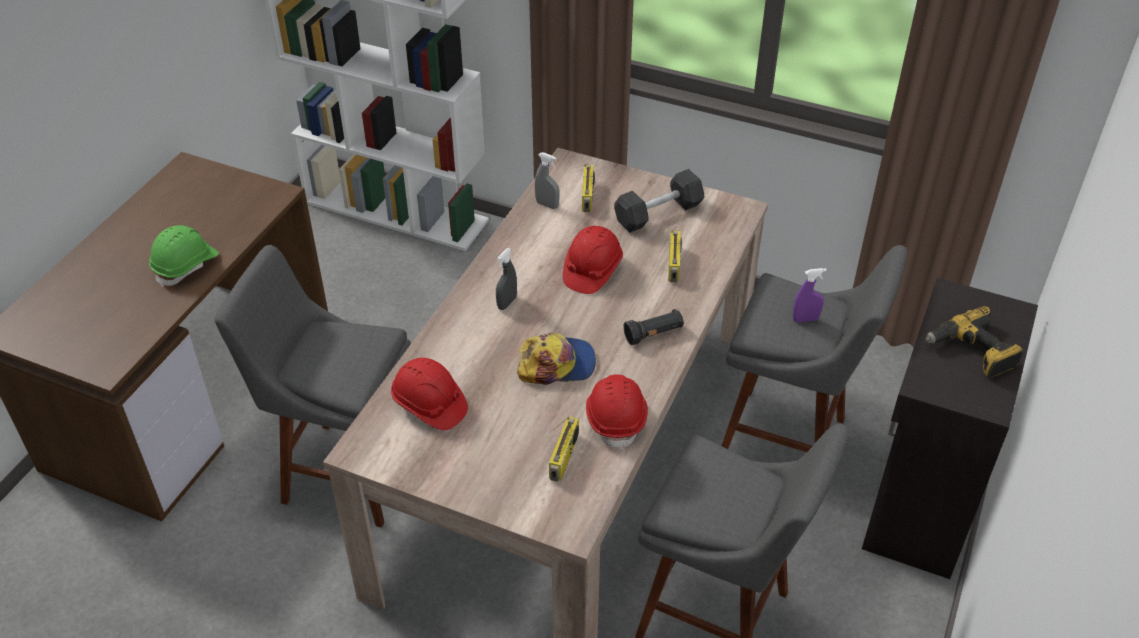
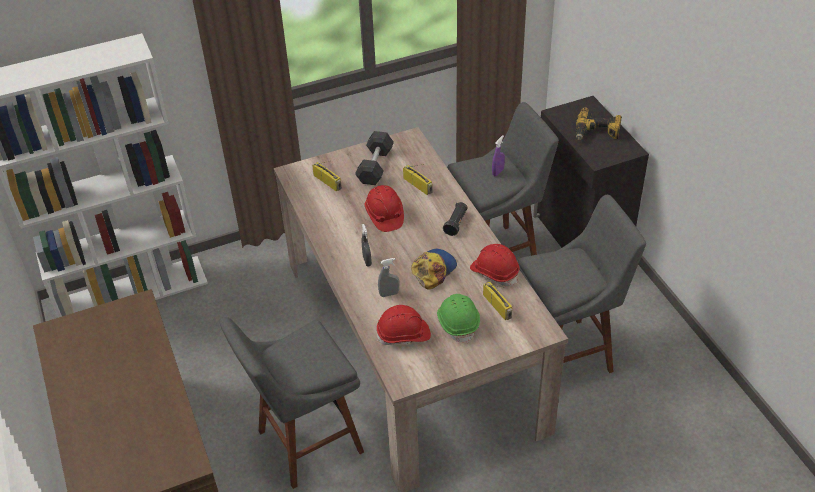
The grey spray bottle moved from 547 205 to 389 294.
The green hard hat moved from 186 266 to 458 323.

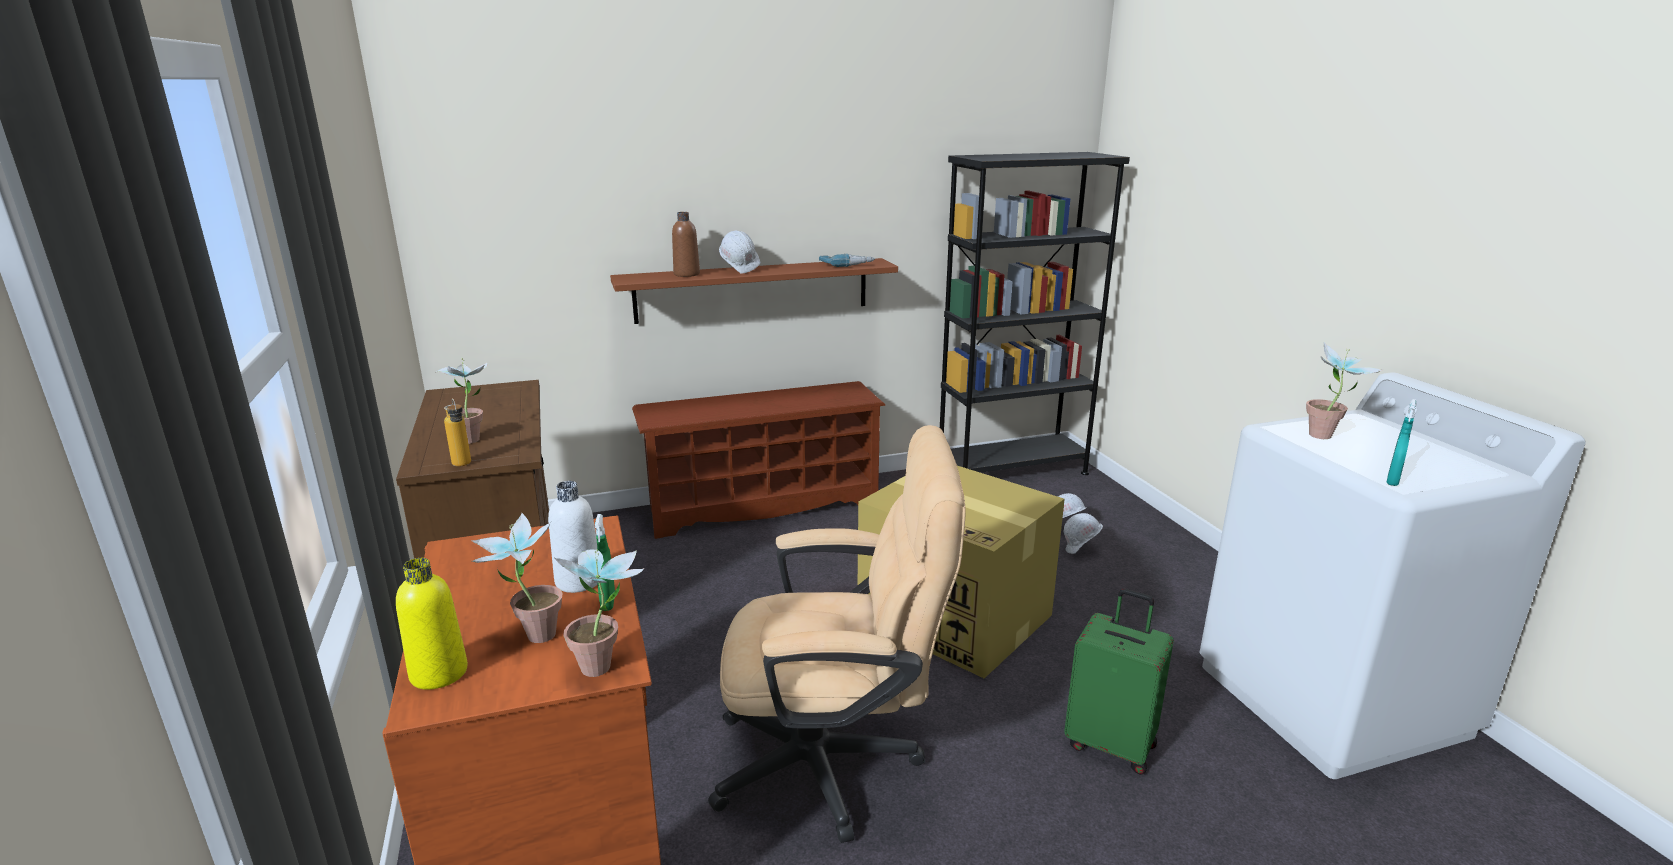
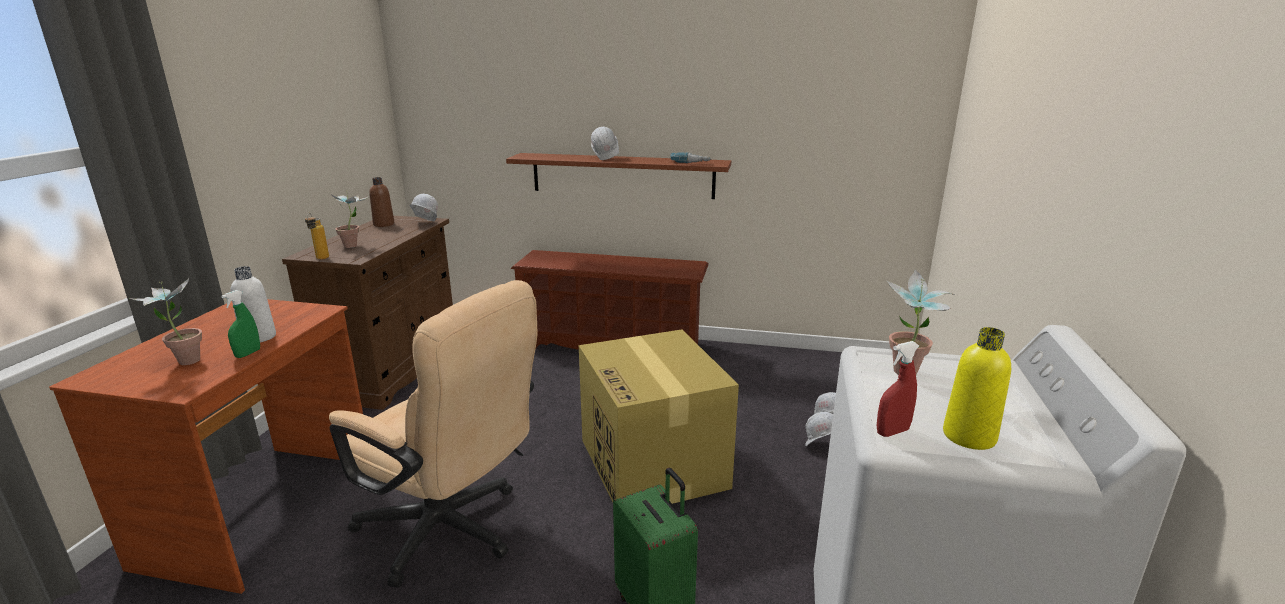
The brown bottle moved from 686 274 to 384 224.
The white hard hat at 425 224 appeared.
The turquoise spray bottle at 1392 481 became the red spray bottle at 892 432.
The yellow bottle moved from 439 673 to 969 436.
The potted plant at 607 666 disappeared.
The black bookcase at 1011 471 disappeared.

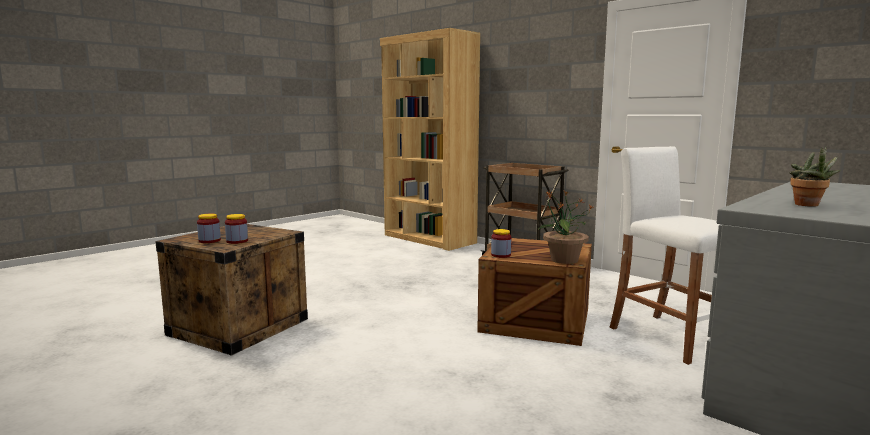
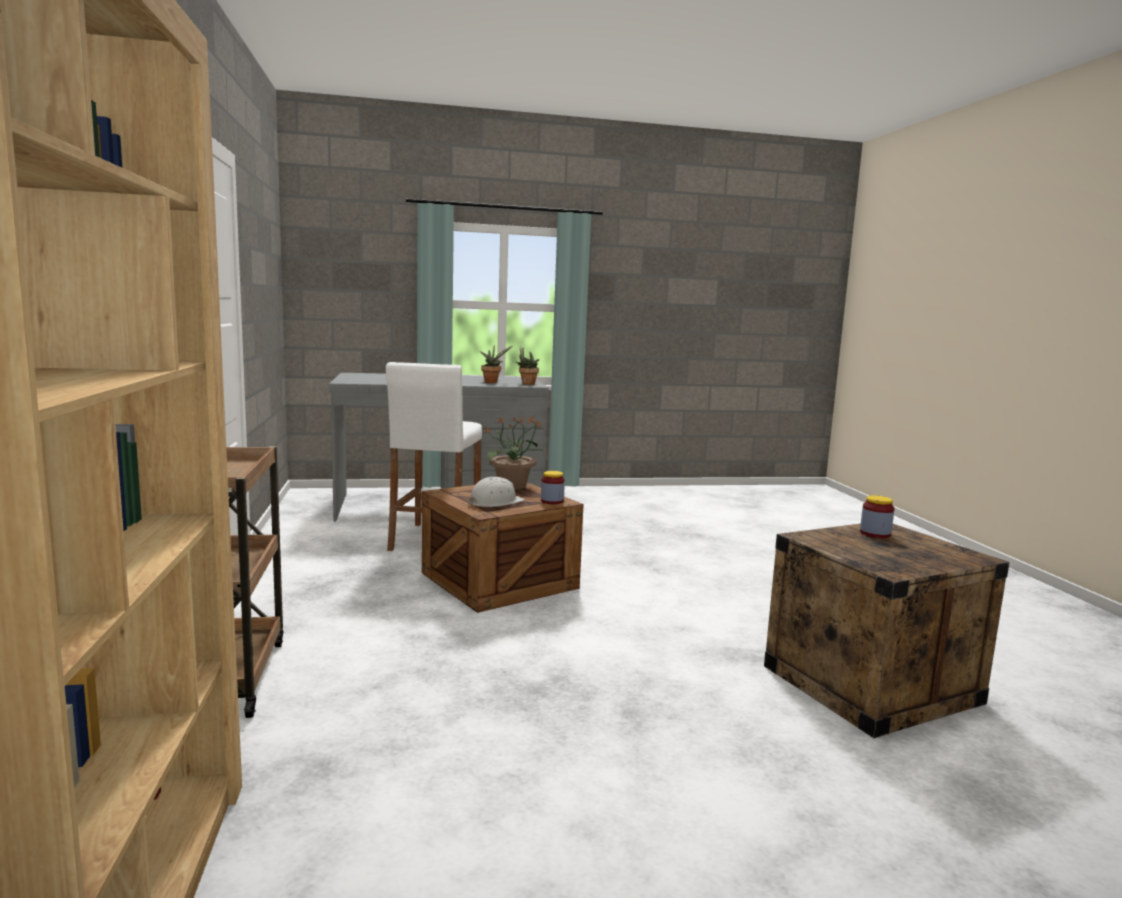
The white hard hat at 495 502 appeared.
The potted plant at 526 384 appeared.
The jar at 209 241 disappeared.

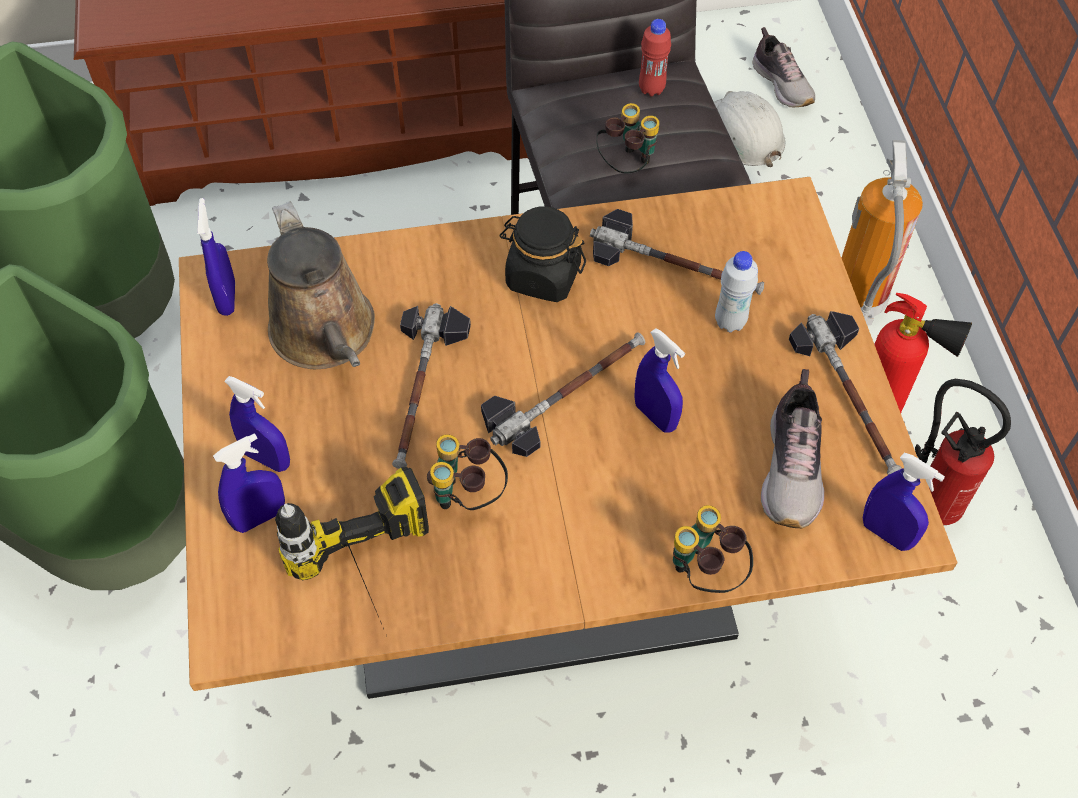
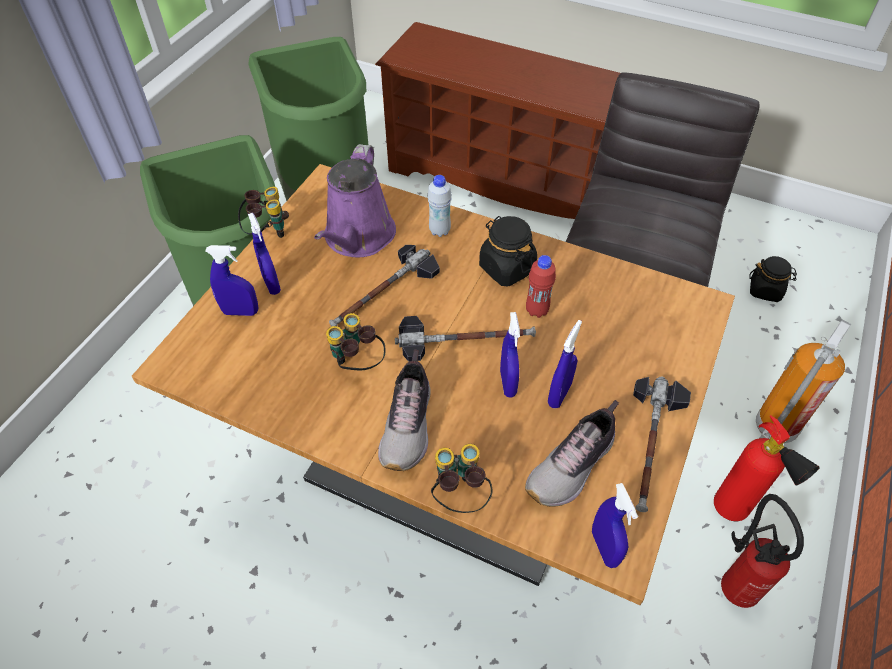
The binoculars moved from 626 165 to 267 232.
The brown watering can at 326 335 became the purple watering can at 358 238.
The shoe moved from 783 84 to 408 425.
The white bottle moved from 730 322 to 439 231.
The red bottle moved from 651 89 to 537 310.
The blue spray bottle moved from 227 298 to 559 394.
The white hard hat at 742 134 was replaced by the black jar at 765 290.
The power drill at 373 589 disappeared.
The hammer at 676 265 disappeared.

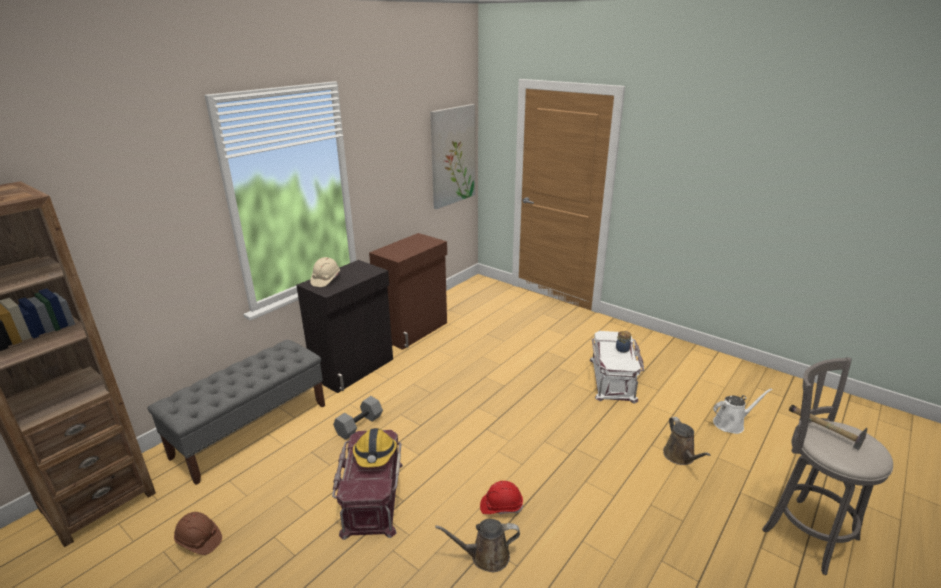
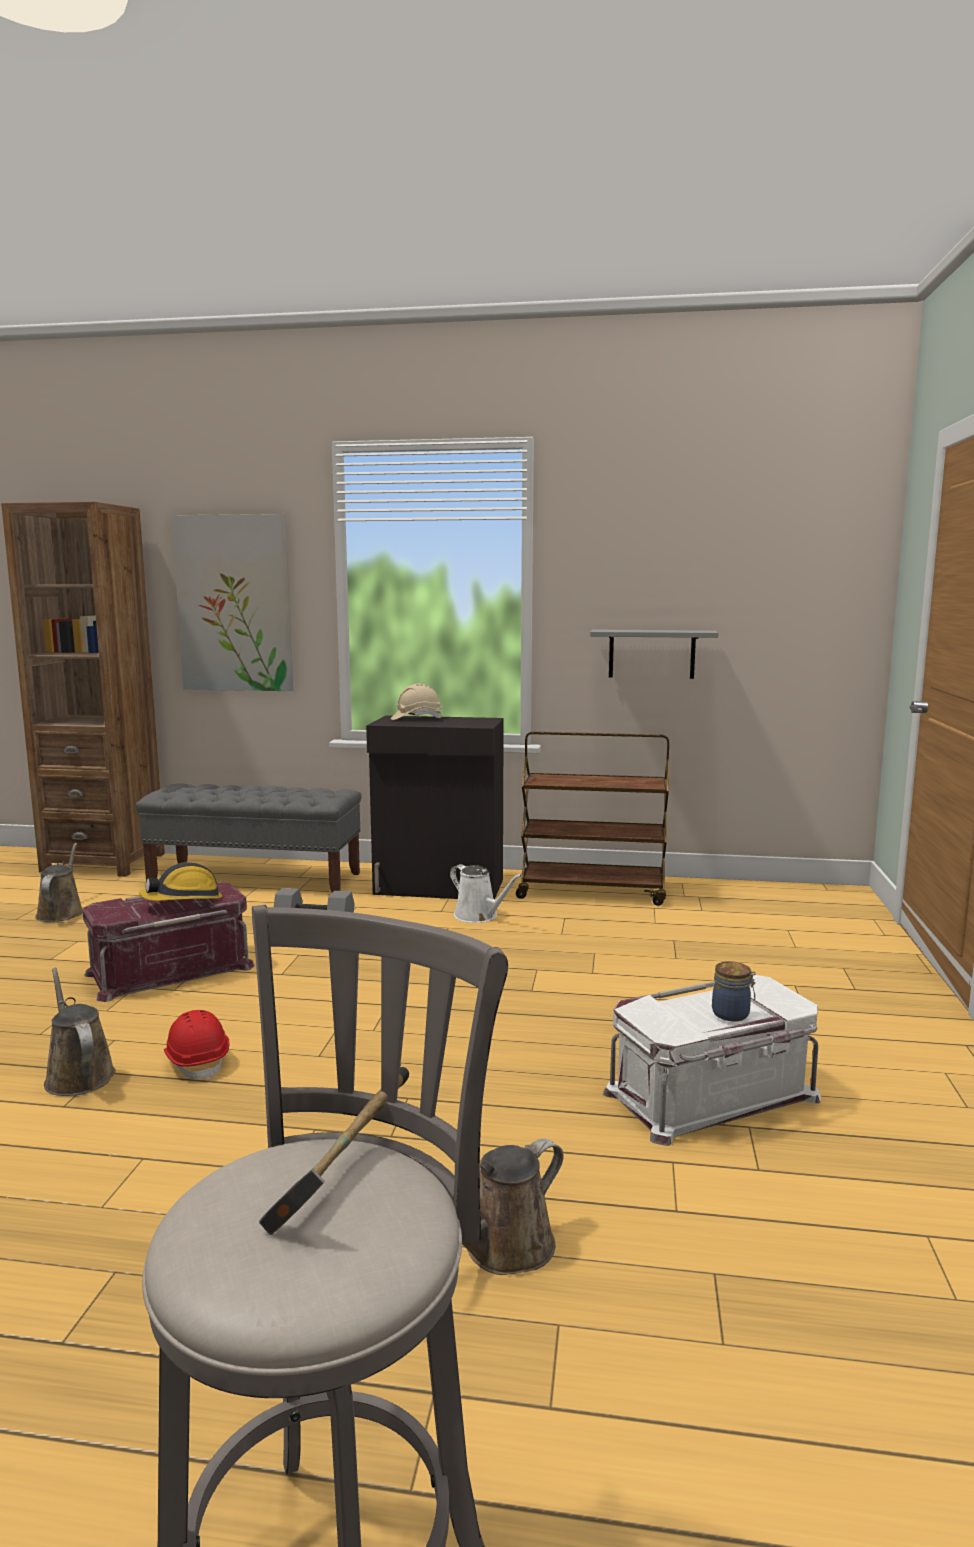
The brown hard hat at 199 540 was replaced by the brown watering can at 61 912.
The picture moved from 452 156 to 234 603.
The white watering can moved from 731 423 to 479 916.
The brown cabinet at 414 330 was replaced by the brown cart at 592 892.
The grey shelf at 651 654 appeared.

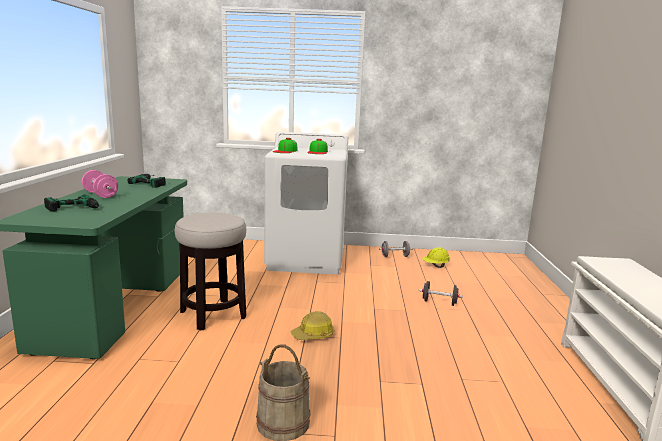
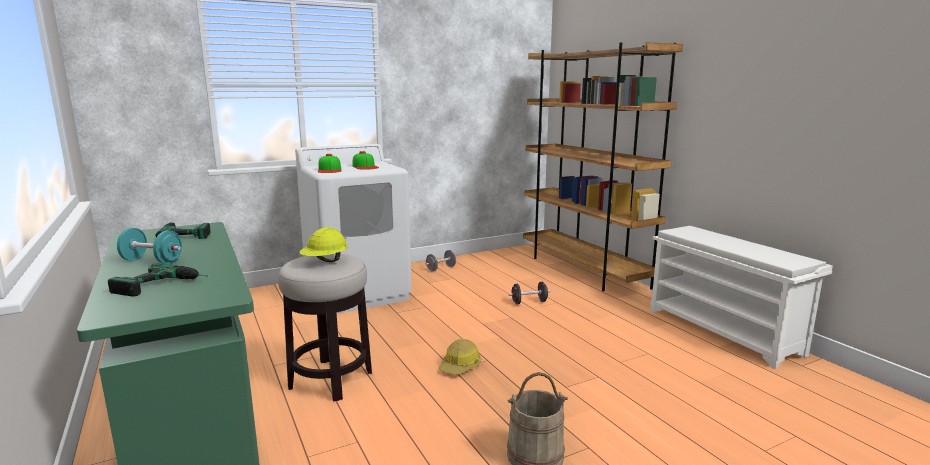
The pink dumbbell at 100 195 became the turquoise dumbbell at 152 261.
The yellow hard hat moved from 435 266 to 325 261.
The brown bookcase at 583 270 appeared.

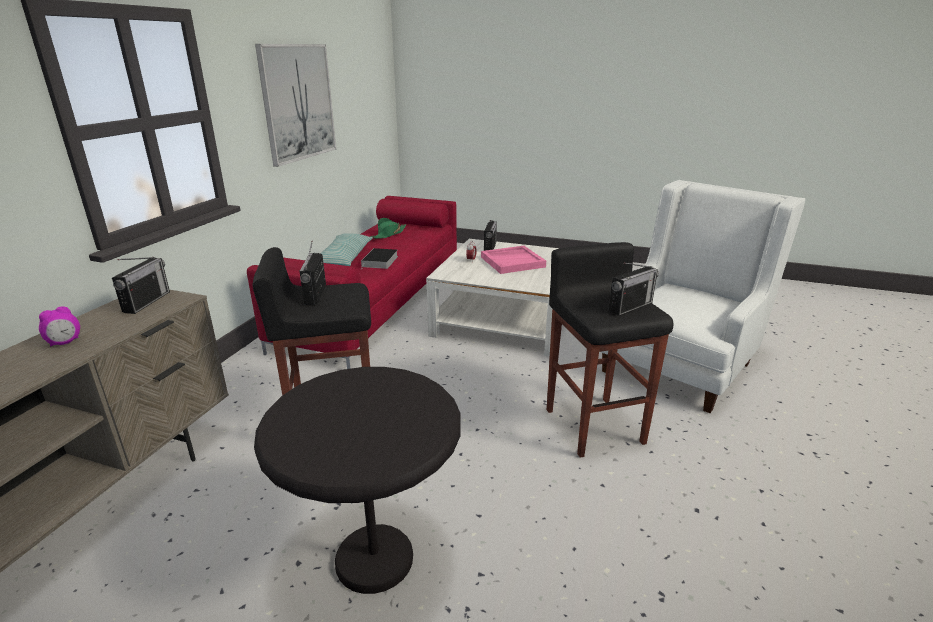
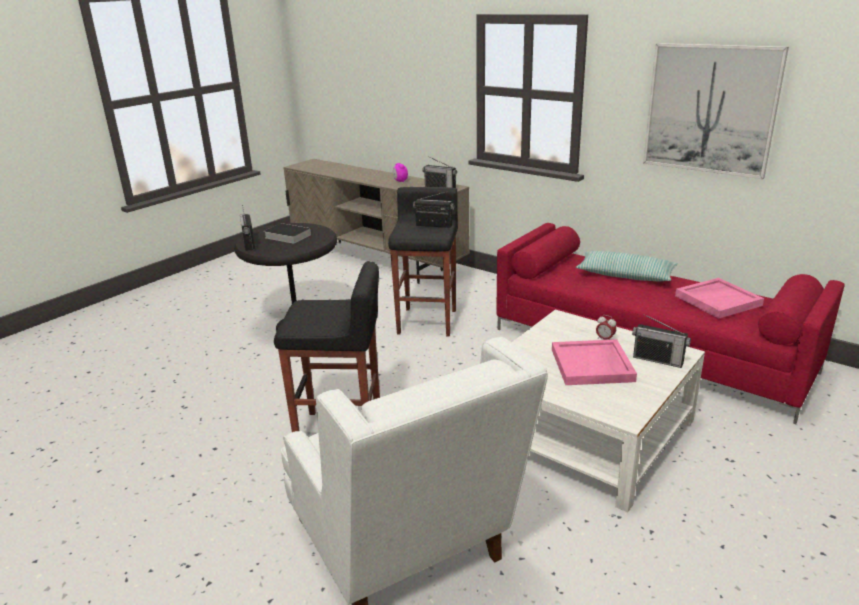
The radio moved from 630 307 to 249 244.
The book moved from 380 261 to 286 236.
The green hat at 388 234 was replaced by the pink tray at 718 300.

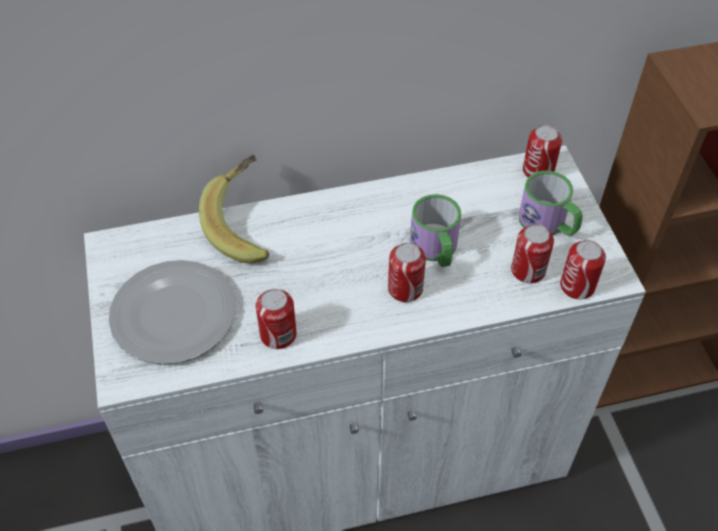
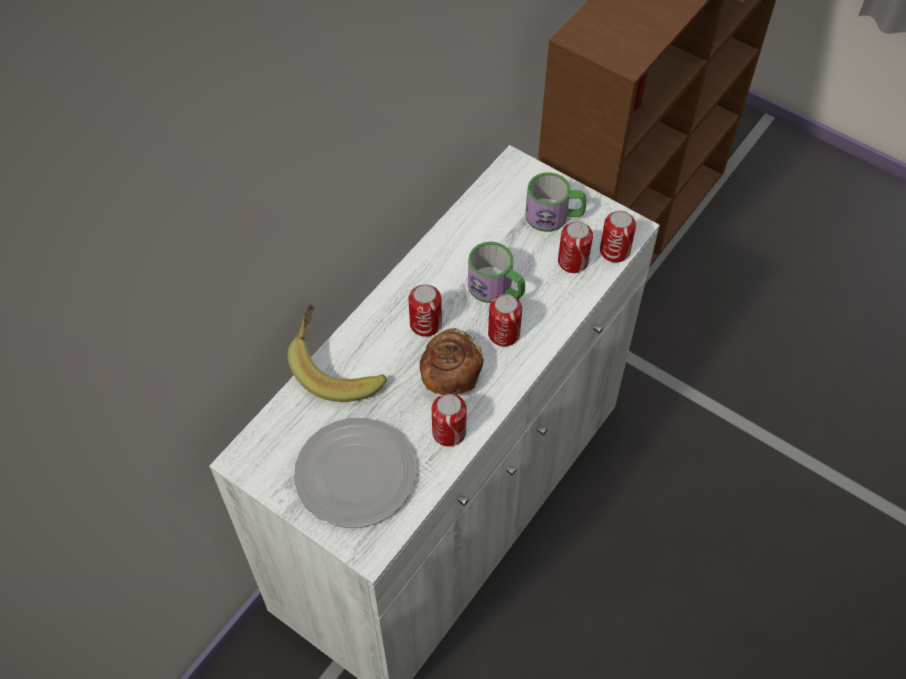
The can moved from 538 171 to 425 324.
The bread at 450 375 appeared.

